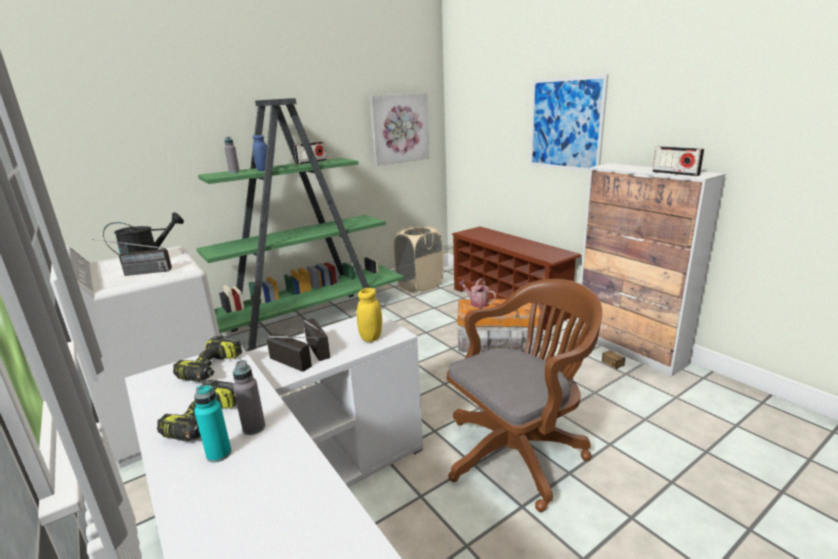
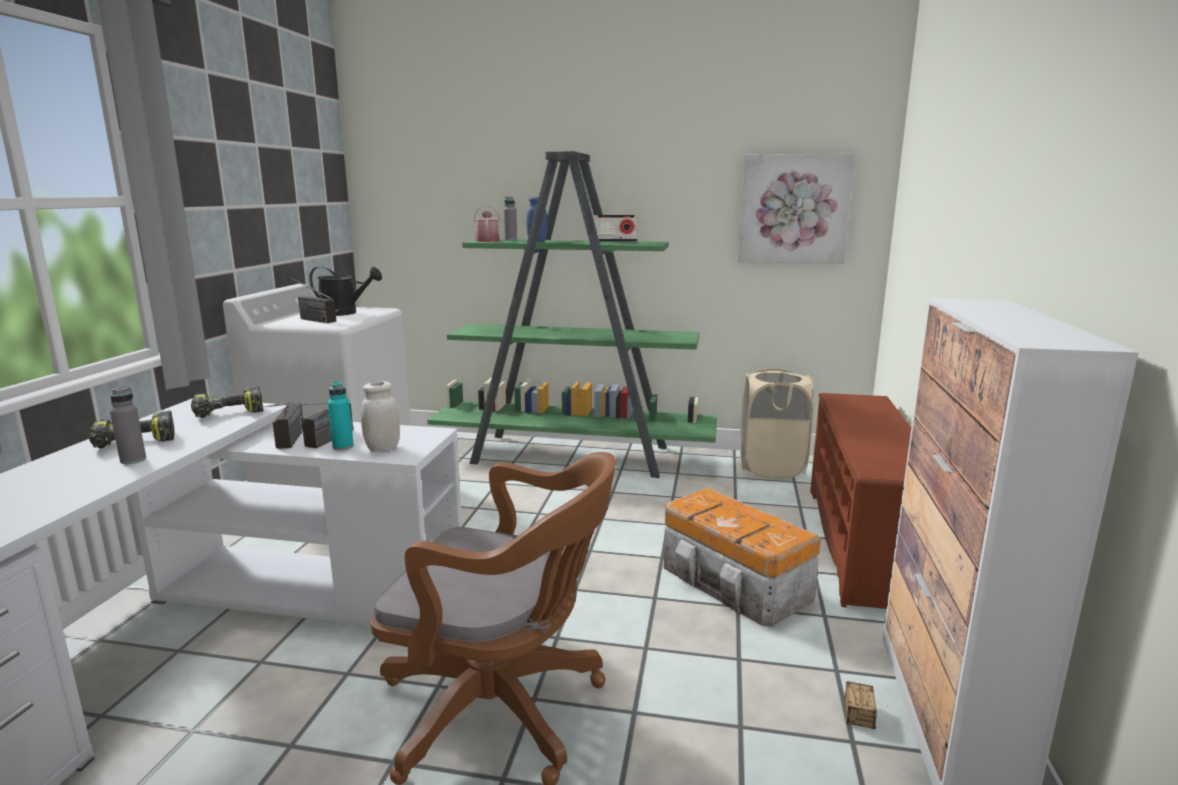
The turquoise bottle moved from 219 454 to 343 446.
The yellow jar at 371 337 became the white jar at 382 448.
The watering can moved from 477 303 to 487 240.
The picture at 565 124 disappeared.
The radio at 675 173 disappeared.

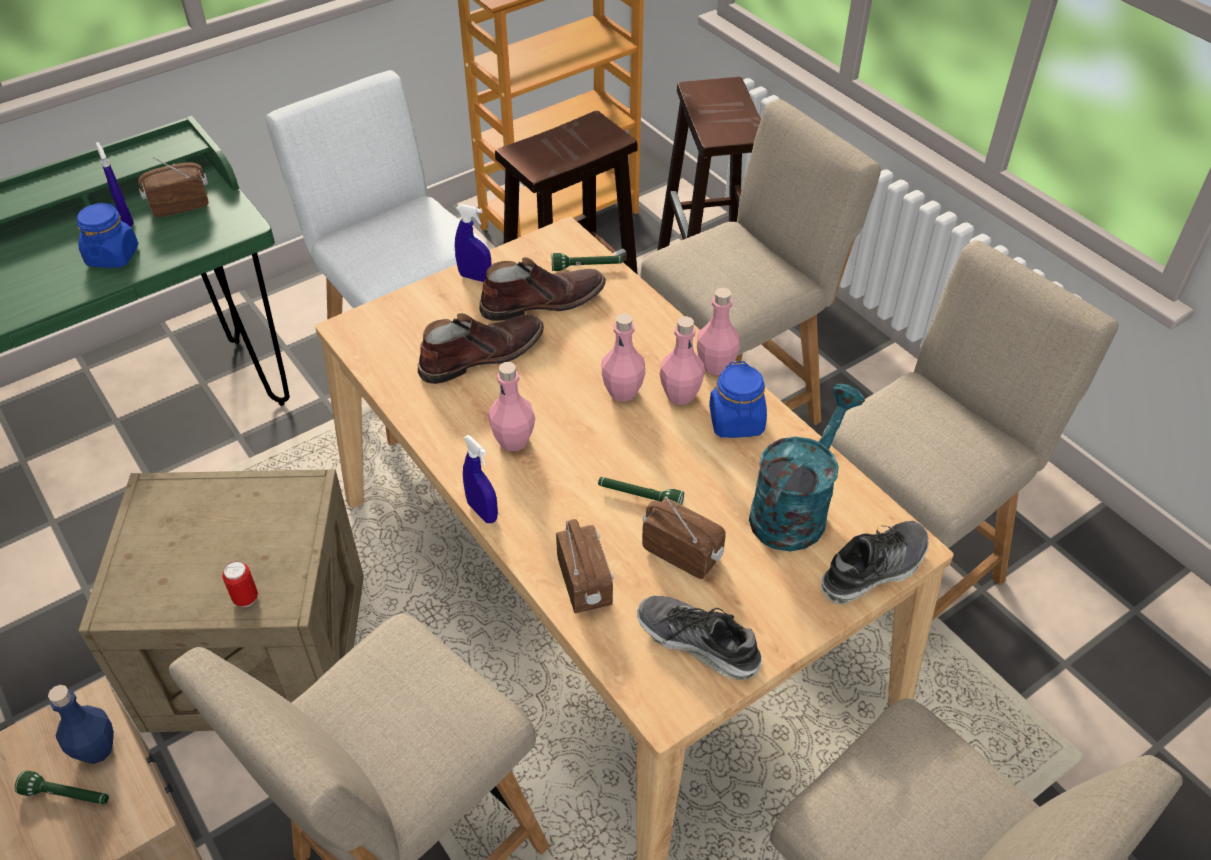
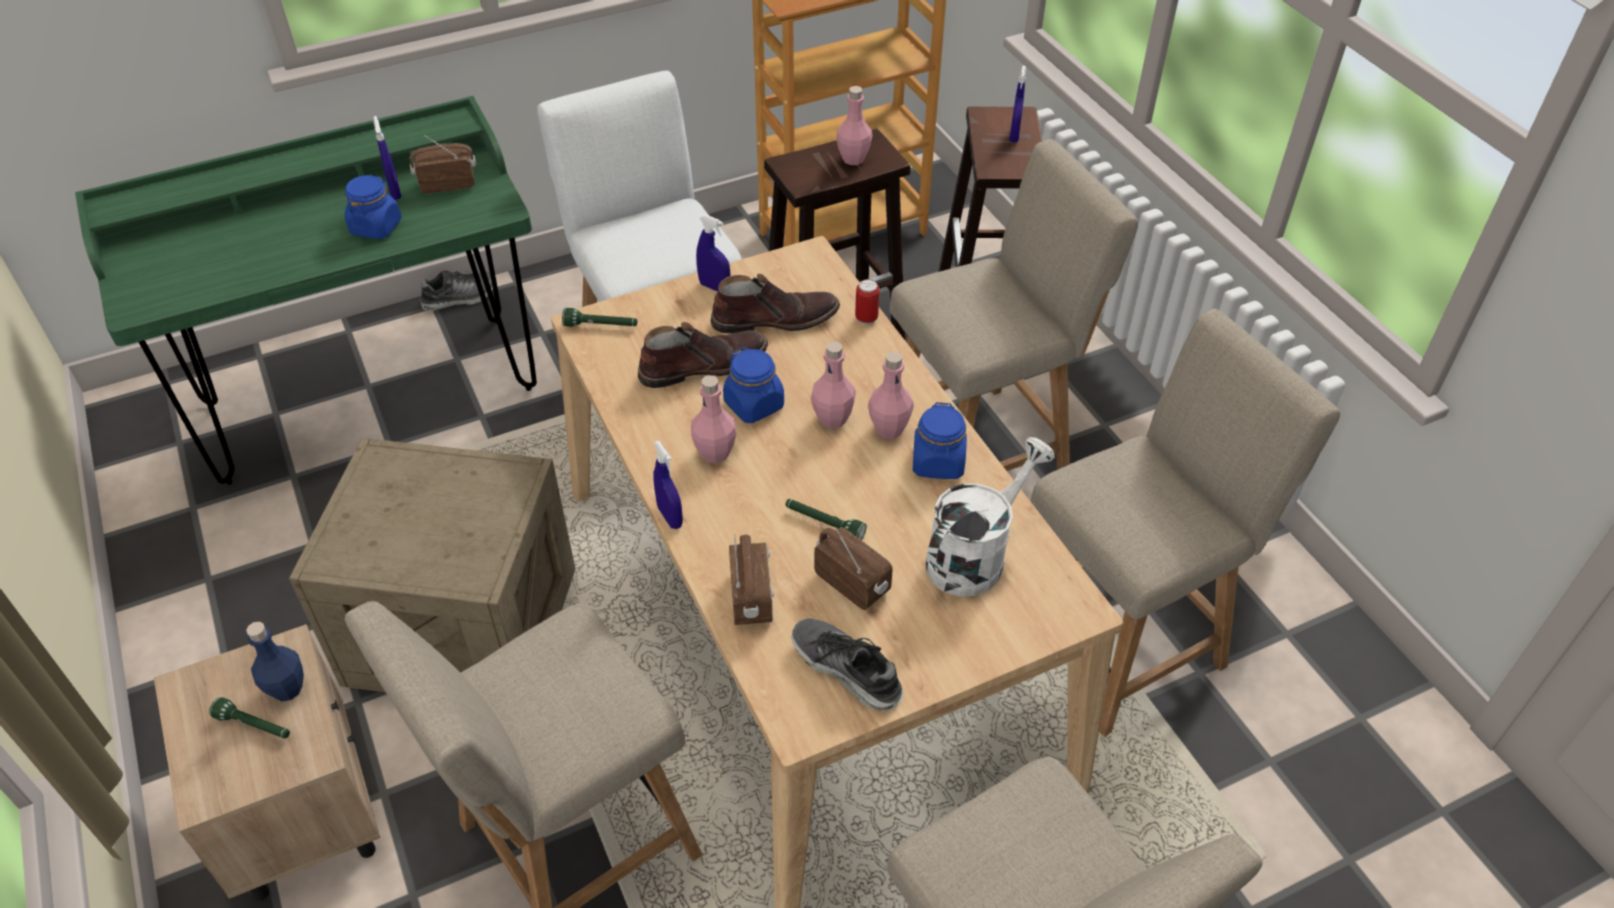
The shoe moved from 873 569 to 460 297.
The green flashlight moved from 587 267 to 601 326.
The blue jar at 754 405 appeared.
The pink bottle moved from 715 366 to 853 159.
The can moved from 246 598 to 866 318.
The turquoise watering can at 795 508 became the white watering can at 975 555.
The blue spray bottle at 1014 136 appeared.

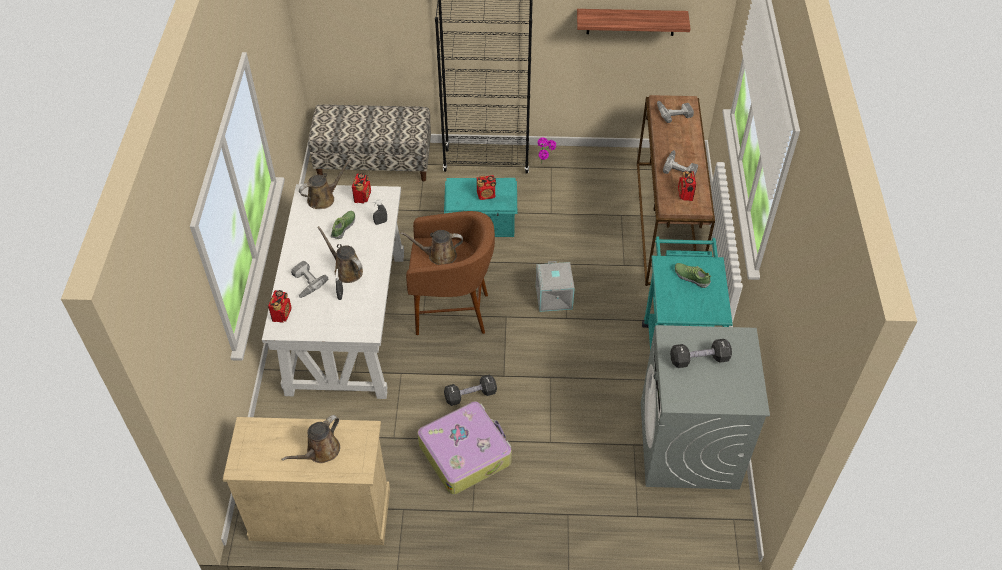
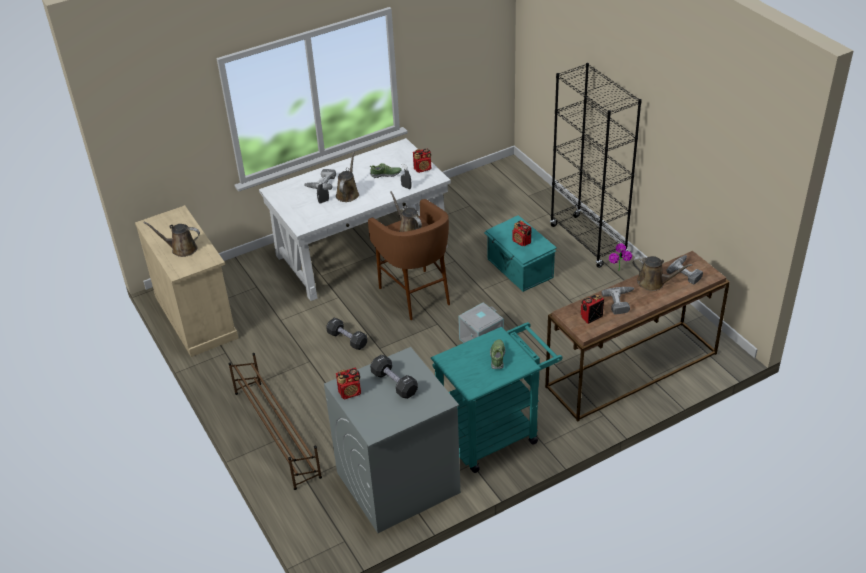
The brown shoe rack at 276 433 appeared.
The radio moved from 282 314 to 350 392.
The brown watering can moved from 323 198 to 654 283.
The bench at 374 163 disappeared.
The suitcase at 465 453 disappeared.
The shelf at 631 22 disappeared.

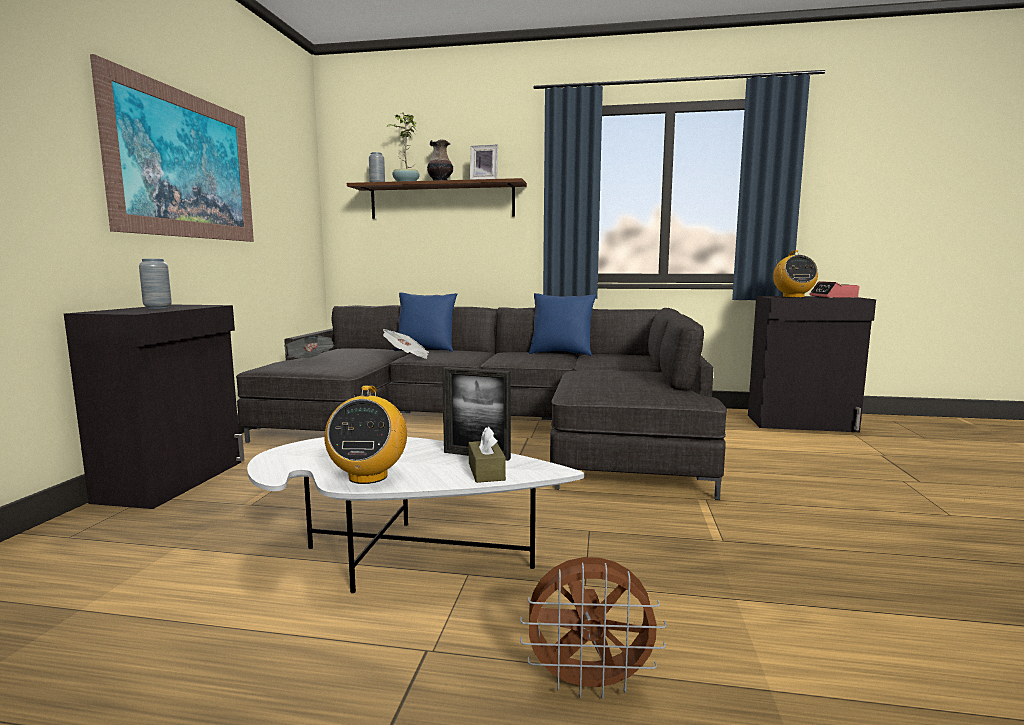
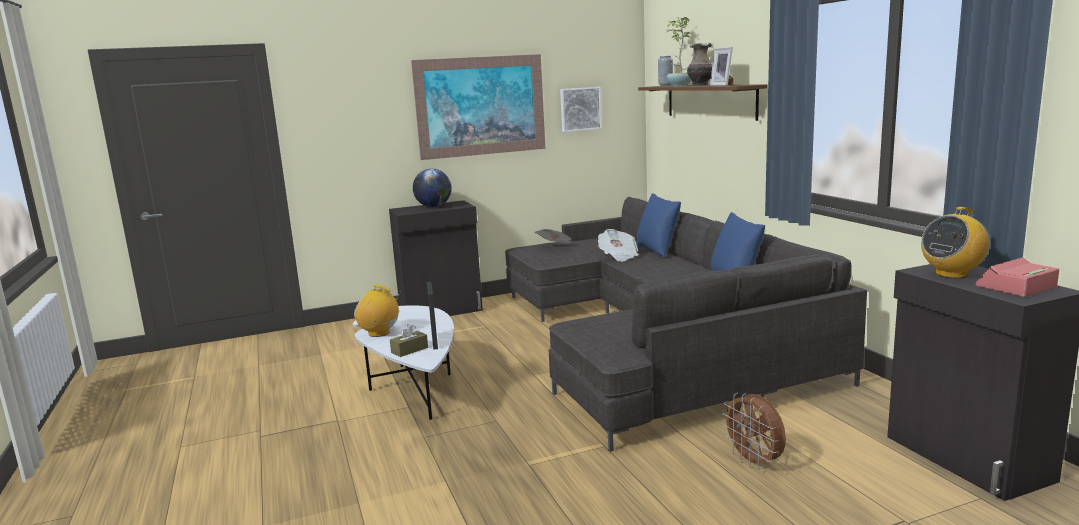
The radio at 368 476 turned 45 degrees clockwise.
The grey vase at 157 308 was replaced by the globe at 433 207.
The picture at 580 109 appeared.
The brown fan moved from 590 684 to 754 462.

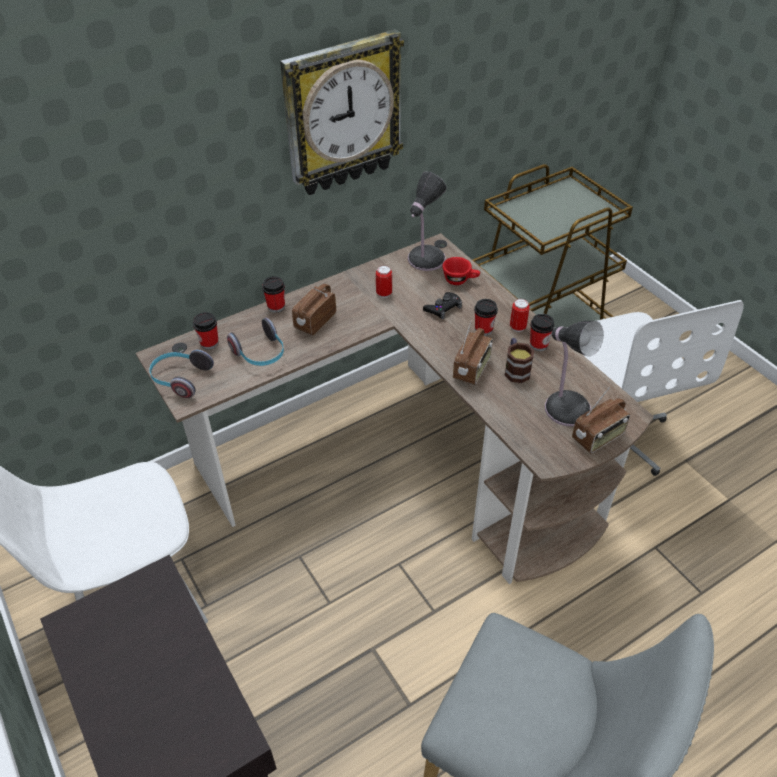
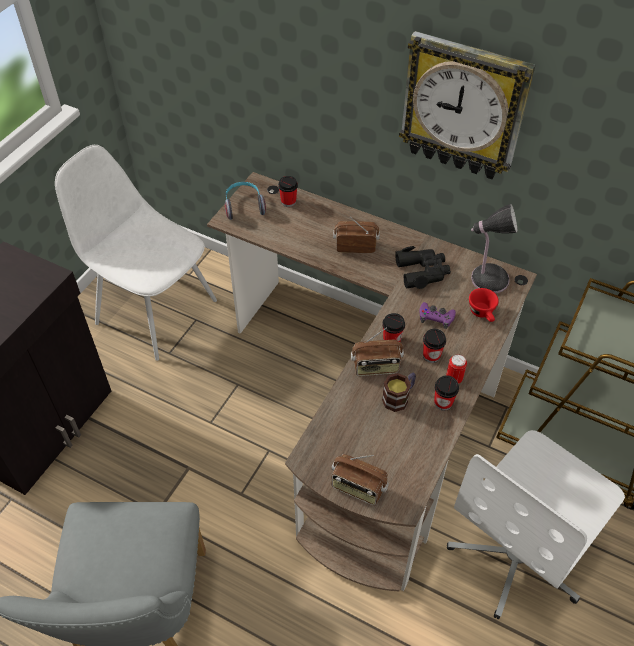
The cup moved from 276 307 to 391 340.
The can at 384 293 was replaced by the black binoculars at 422 271.
The black game controller at 443 308 became the purple game controller at 436 317.
The headphones at 260 354 disappeared.
The table lamp at 565 407 disappeared.

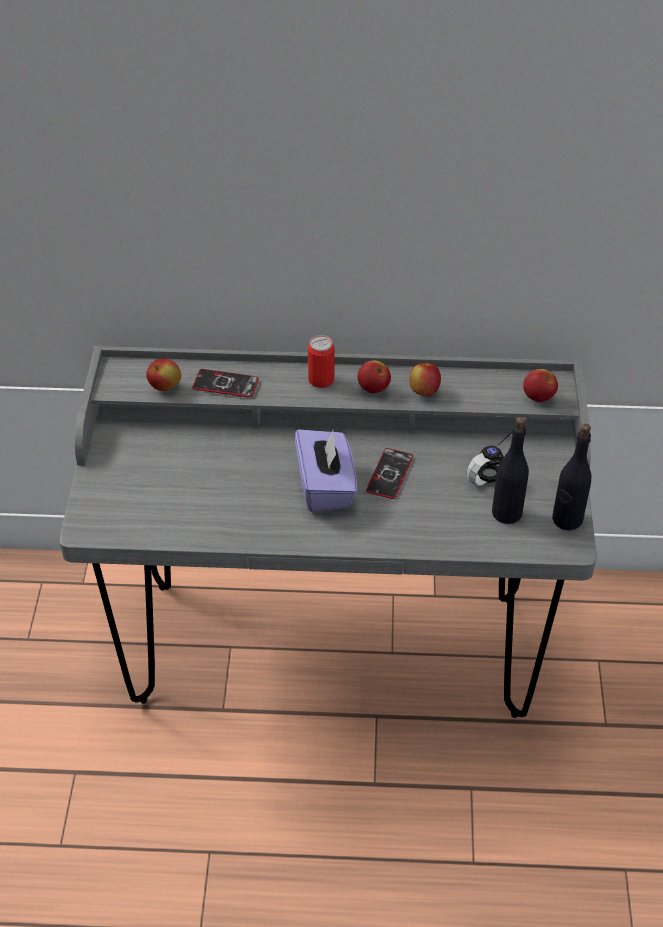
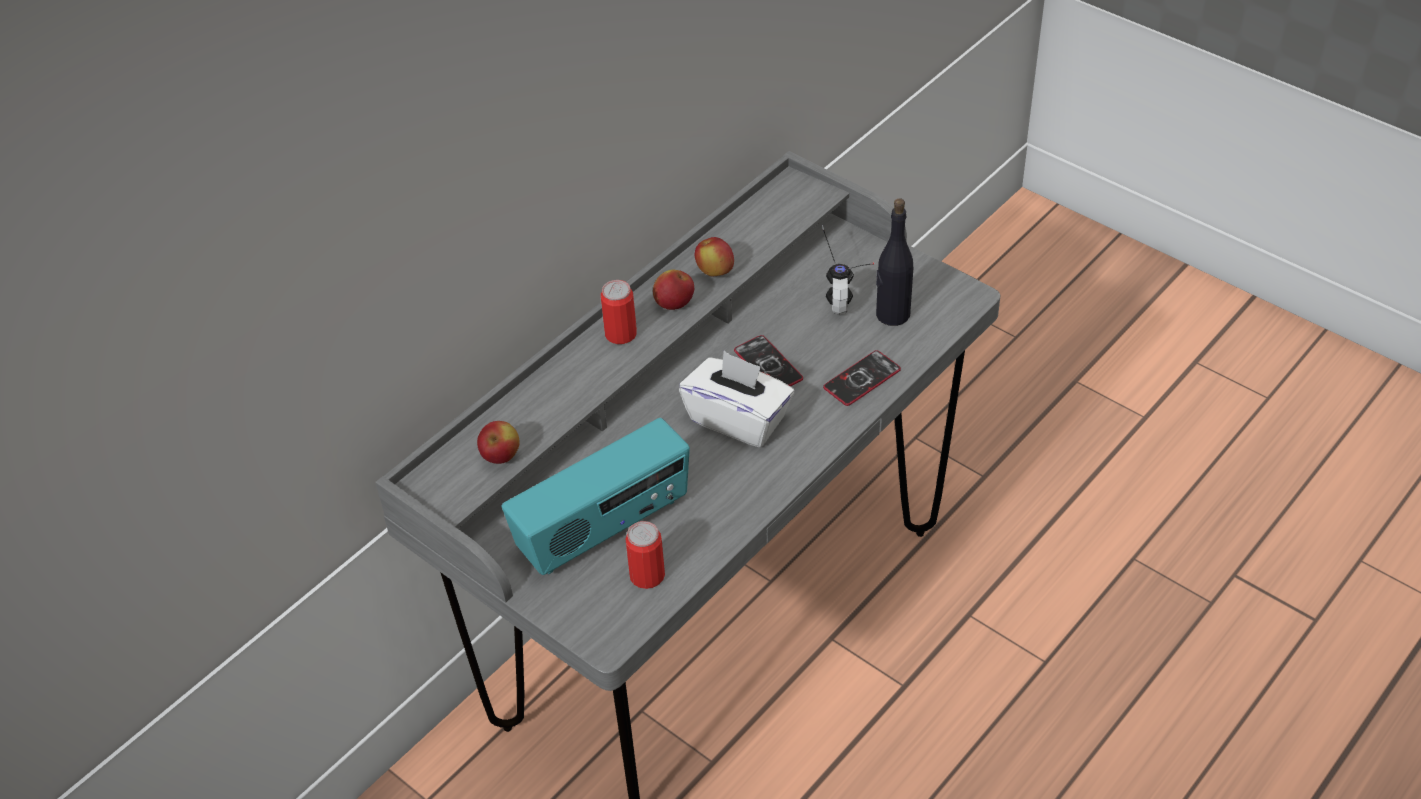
The radio at 604 529 appeared.
The can at 647 575 appeared.
The purple tissue box at 326 486 became the white tissue box at 738 419.
The phone moved from 225 384 to 862 379.
The apple at 538 397 disappeared.
The black bottle at 566 519 disappeared.

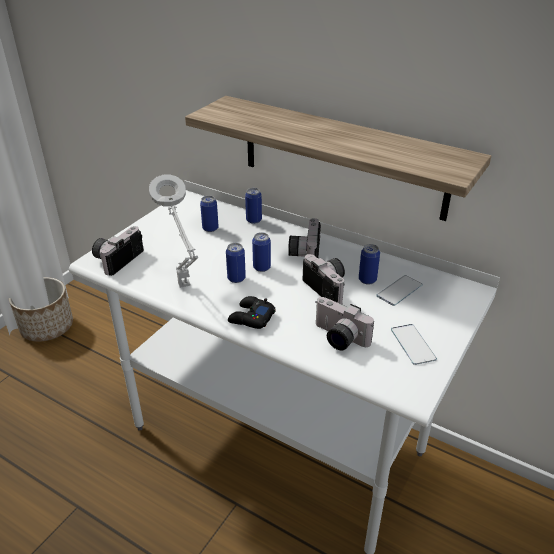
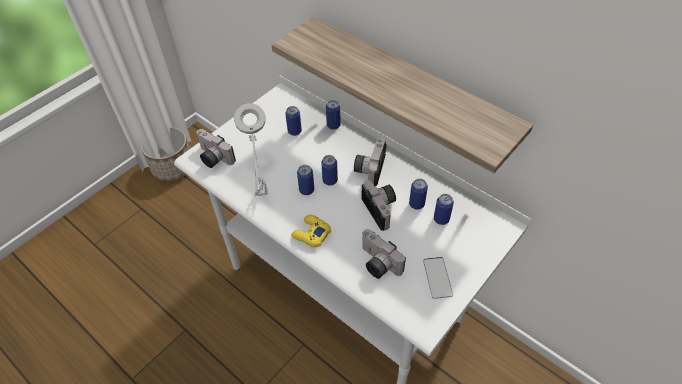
The photo camera at 117 259 turned 90 degrees counterclockwise.
The black game controller at 251 318 became the yellow game controller at 311 234.
The phone at 399 290 was replaced by the can at 441 219.

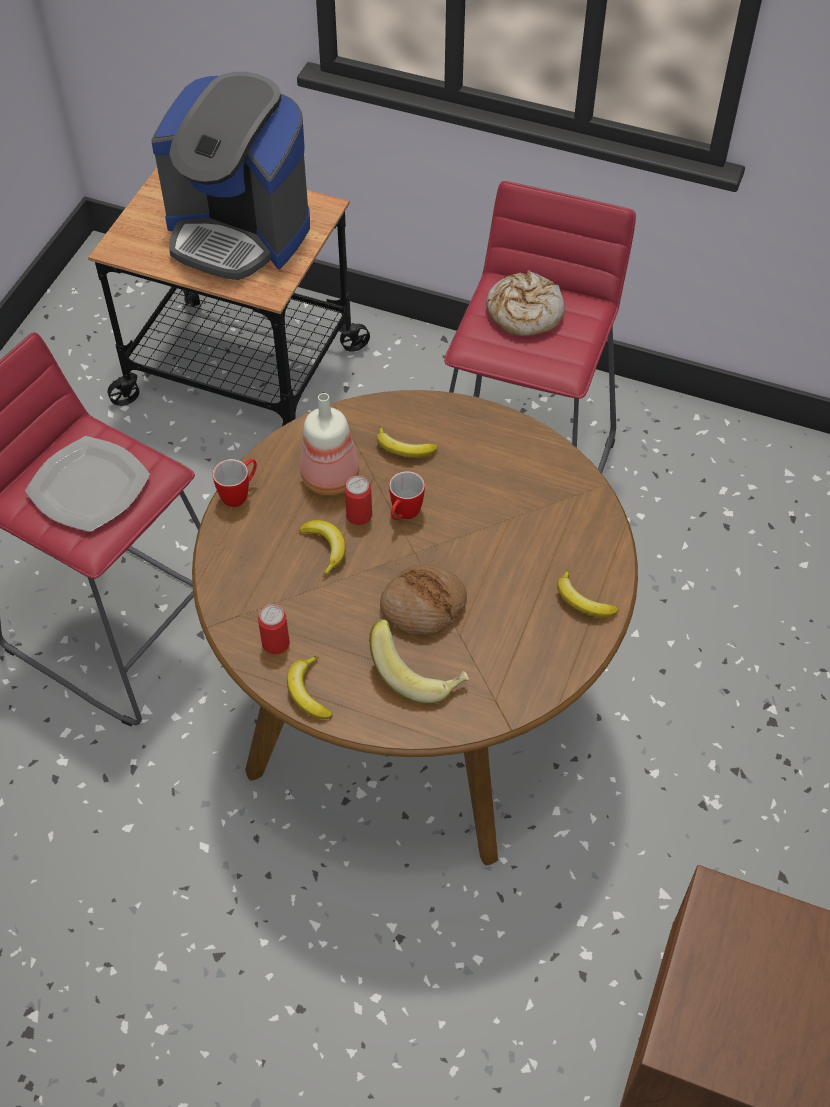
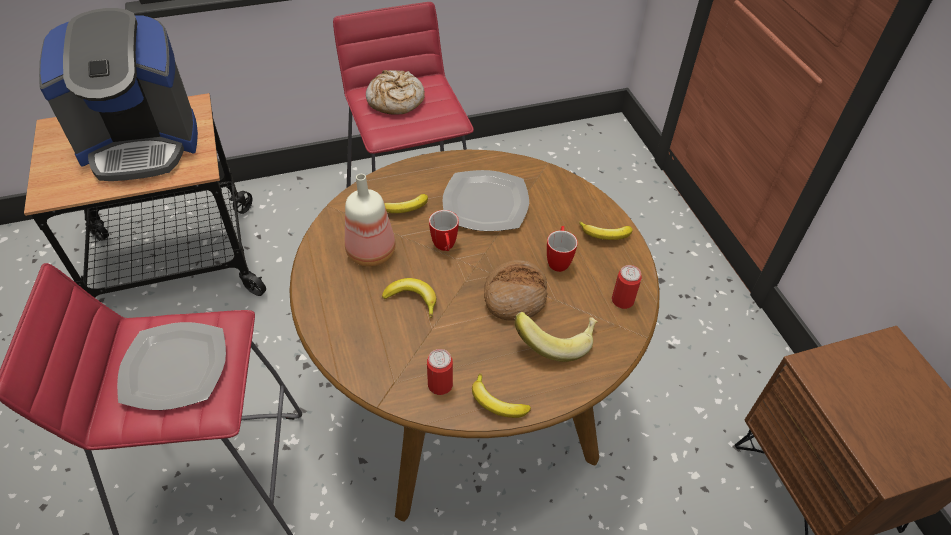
The plate at 486 203 appeared.
The mug moved from 240 494 to 558 260.
The can moved from 359 515 to 622 300.

